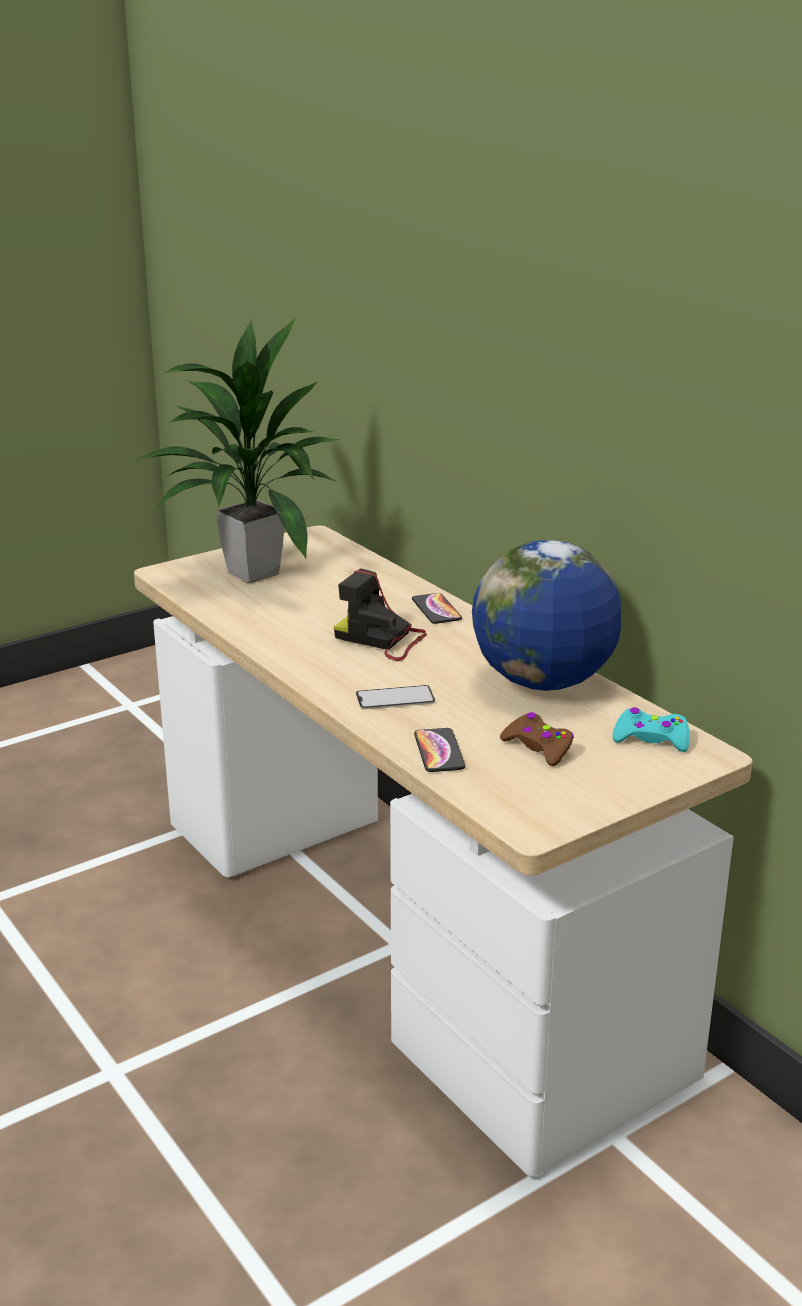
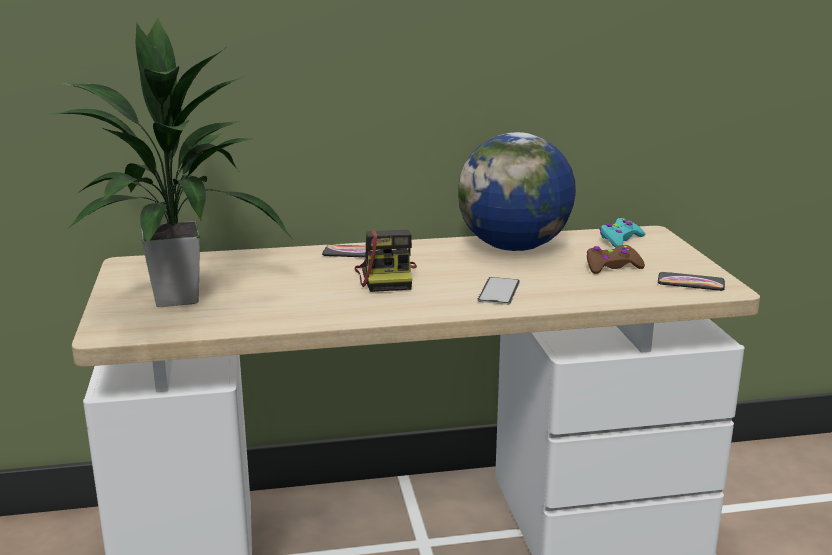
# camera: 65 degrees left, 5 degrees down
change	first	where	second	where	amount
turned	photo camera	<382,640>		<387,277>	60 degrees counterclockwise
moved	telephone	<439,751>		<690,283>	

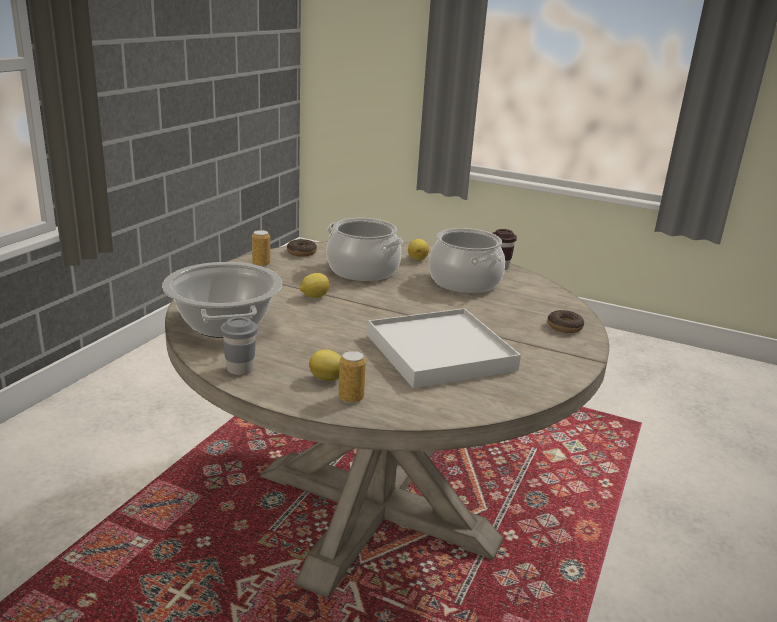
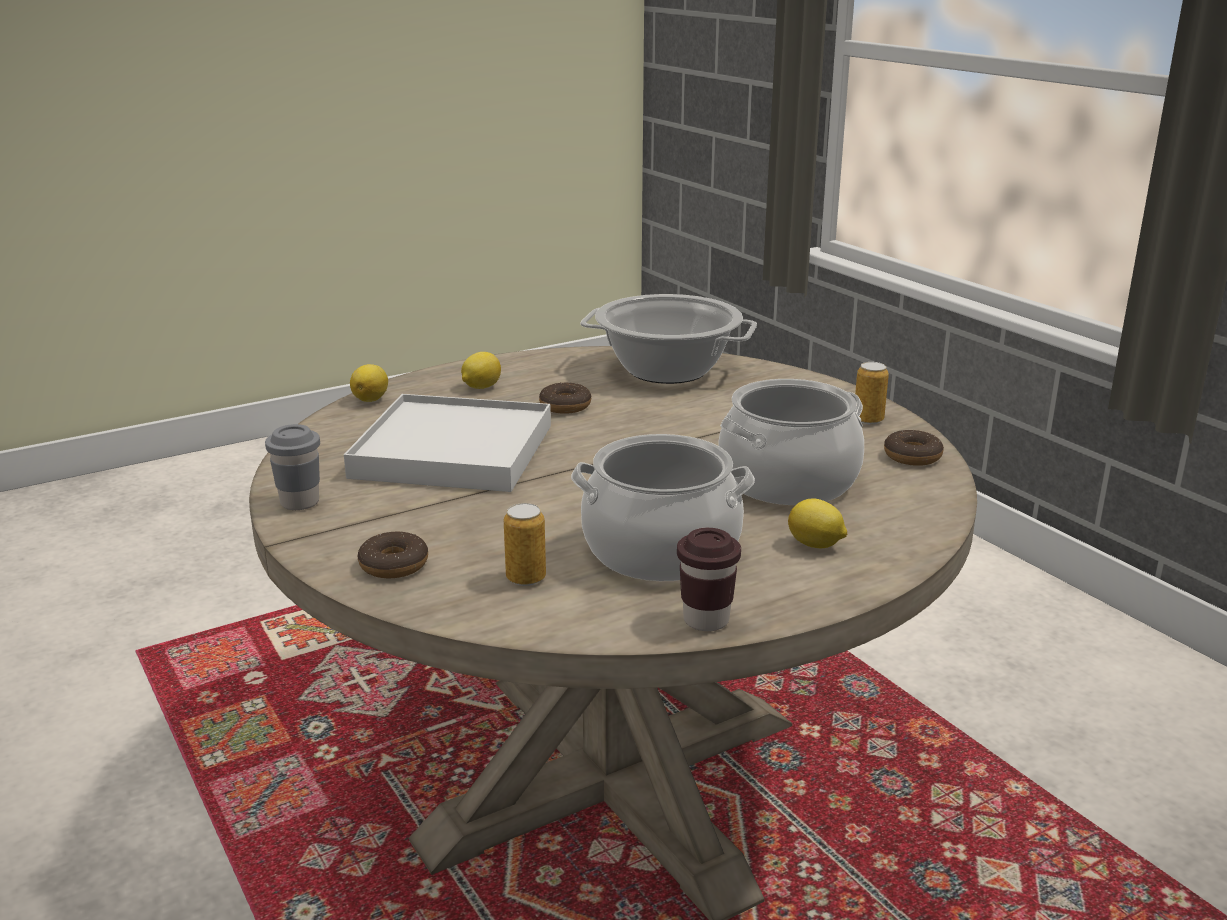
# camera: 125 degrees right, 0 degrees up
change	first	where	second	where	amount
moved	citrus fruit	<314,296>		<371,399>	
moved	grey drinking cup	<240,369>		<300,502>	
moved	can	<351,398>		<526,578>	
added			doughnut	<565,406>	

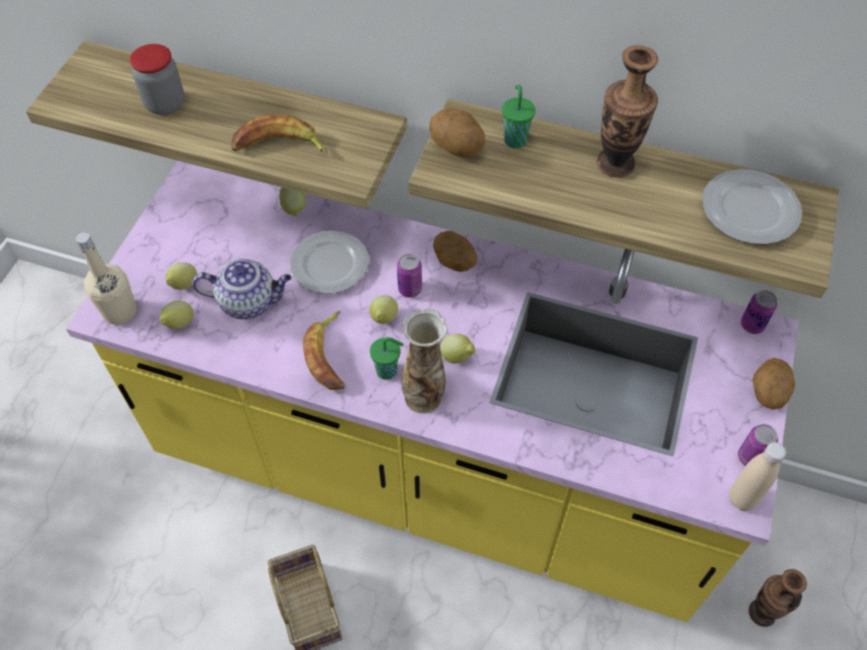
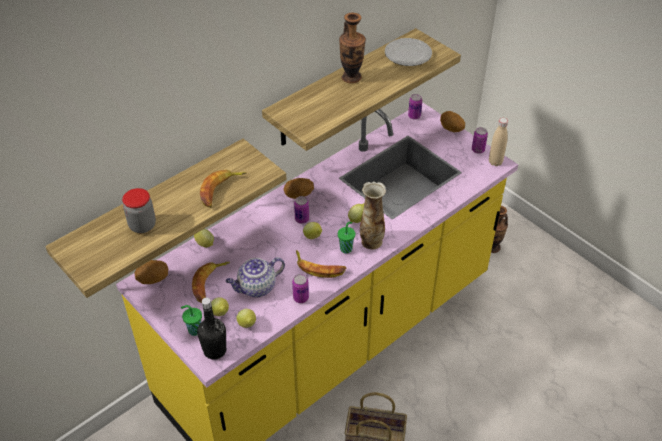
# camera: 60 degrees left, 10 degrees down
change	first	where	second	where	amount
moved	green-coloured drinking cup	<515,139>		<194,330>	
moved	spud	<457,148>		<153,279>	
removed	dinner plate	<329,265>			
recoloured	beige-coloured beverage bottle	<120,312>	black-coloured beverage bottle	<215,350>	
turned	pot for tea	<249,301>		<256,288>	150 degrees counterclockwise
added			whole banana	<210,284>	
added			can	<301,298>	

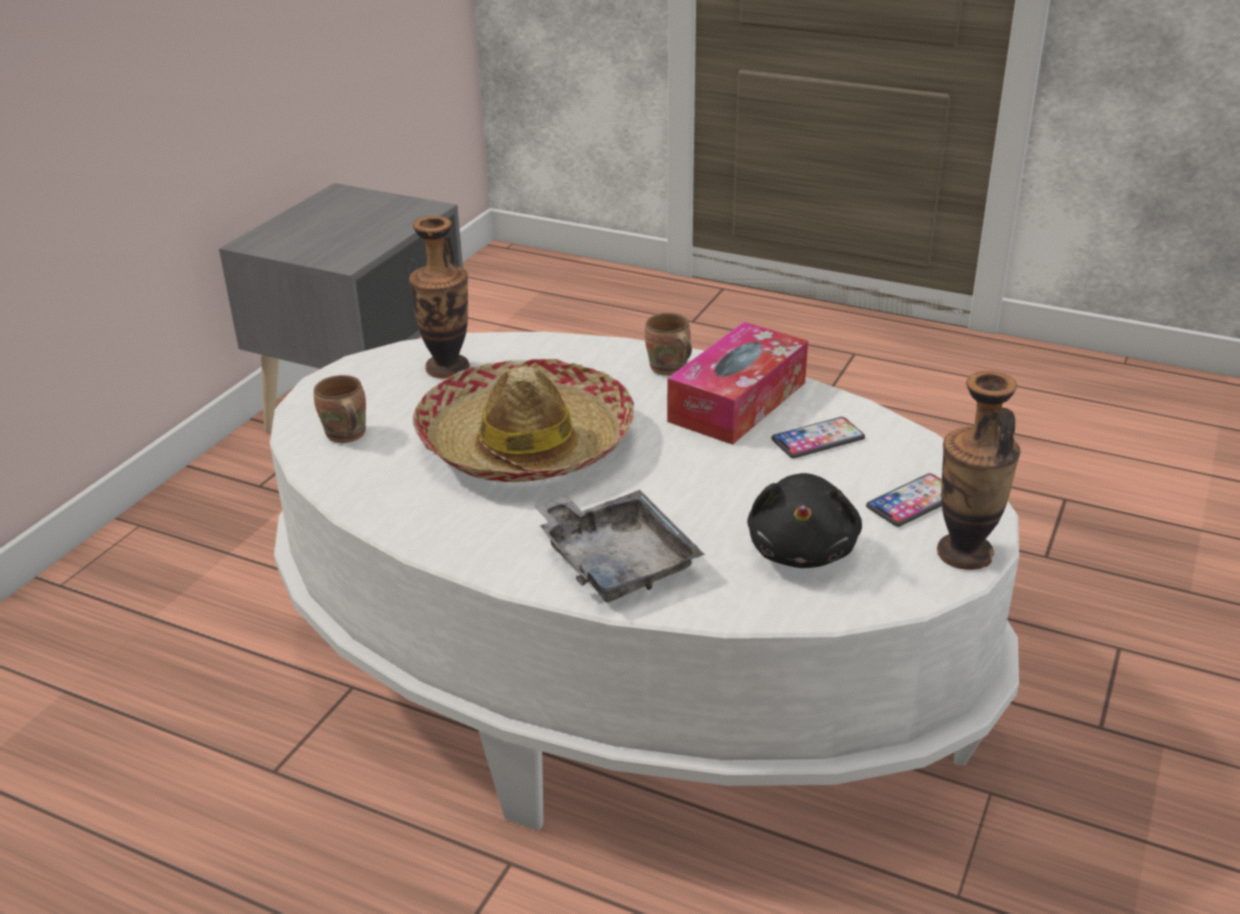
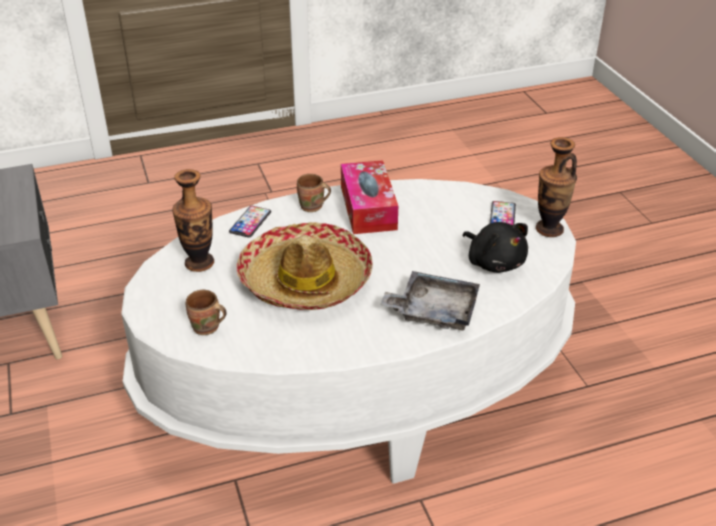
# camera: 45 degrees left, 5 degrees up
change	first	where	second	where	amount
moved	telephone	<817,439>		<250,222>	

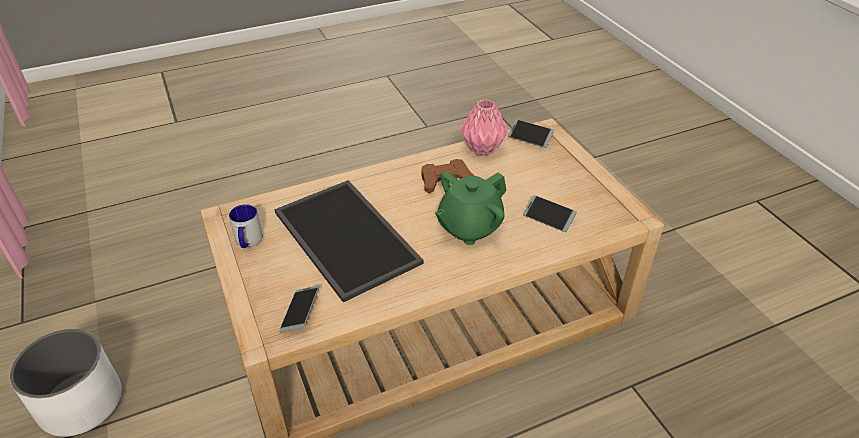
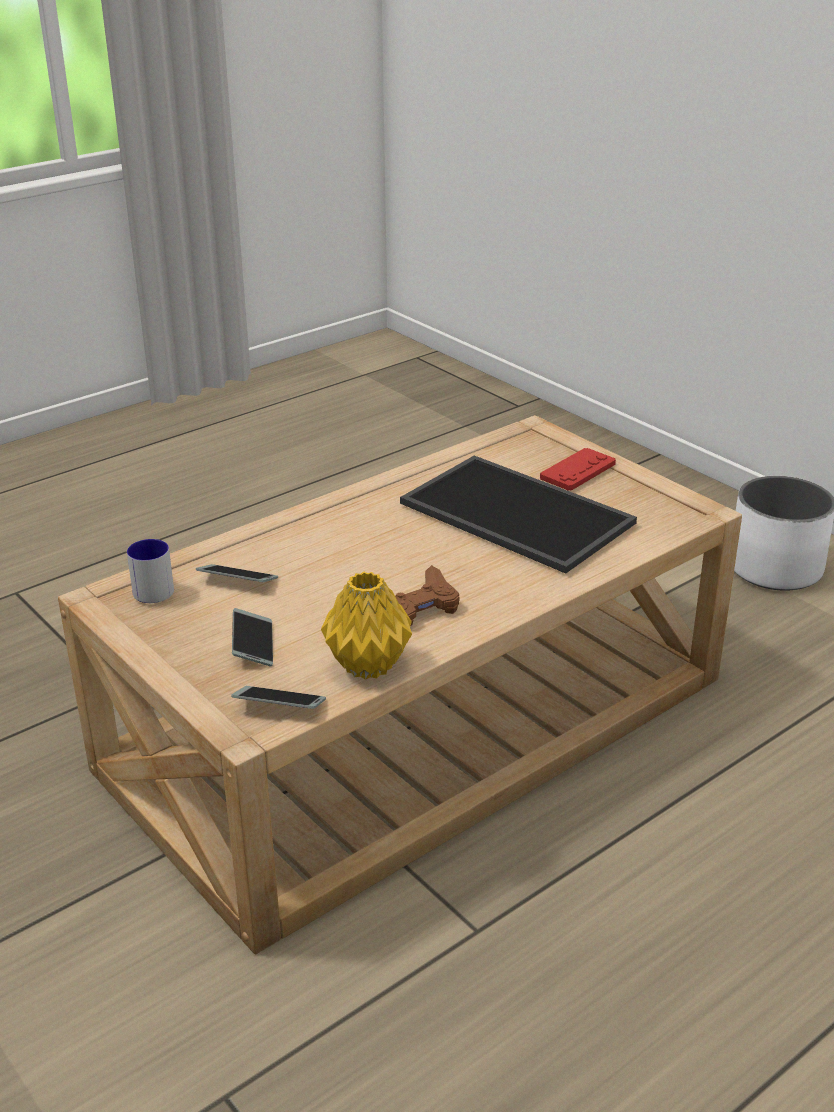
# camera: 165 degrees right, 10 degrees down
change	first	where	second	where	amount
recoloured	pinkish decorative vase	<482,149>	yellow-coloured decorative vase	<370,665>	
removed	green-coloured pot for tea	<469,227>			
moved	coffee mug	<248,241>		<152,587>	
moved	telephone	<300,313>		<253,644>	
added			reddish game controller	<577,471>	

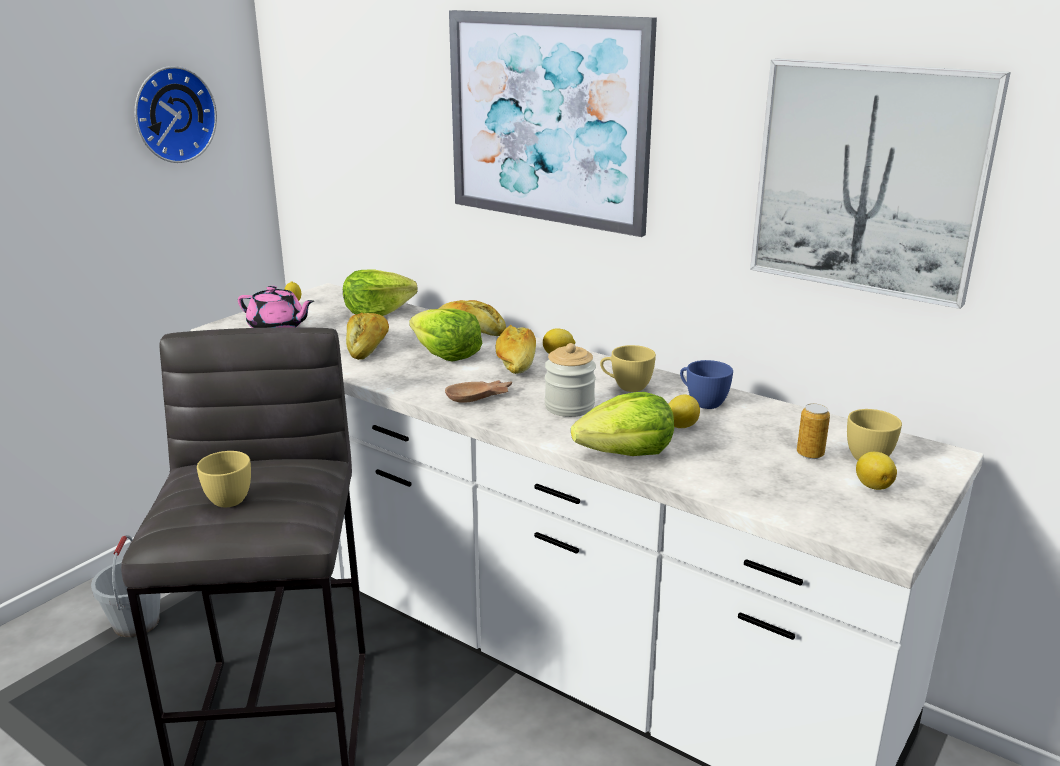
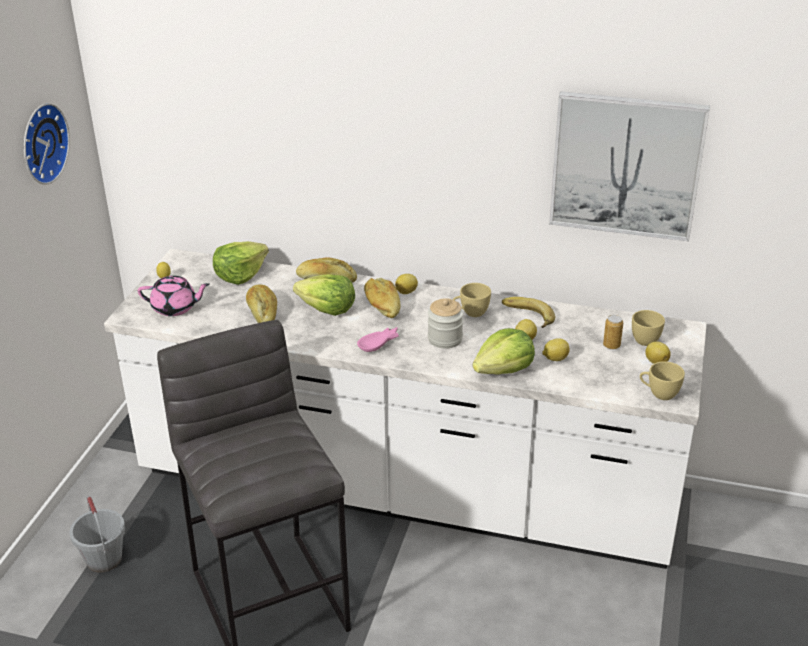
# camera: 20 degrees left, 10 degrees up
change	first	where	second	where	amount
removed	wall picture	<547,120>			
replaced	blue drinking cup	<702,402>	whole banana	<526,316>	
recoloured	brown-coloured deep dish	<480,397>	pinkish deep dish	<380,343>	
moved	yellow-coloured drinking cup	<225,498>		<659,393>	
added			citrus fruit	<555,358>	

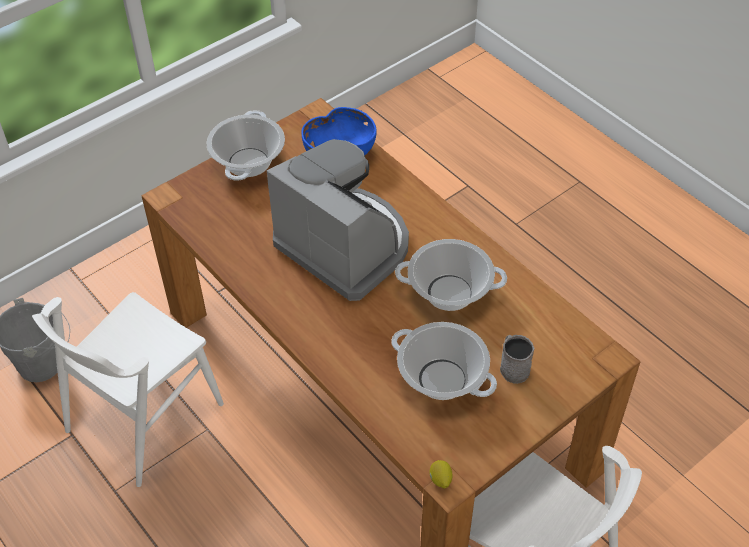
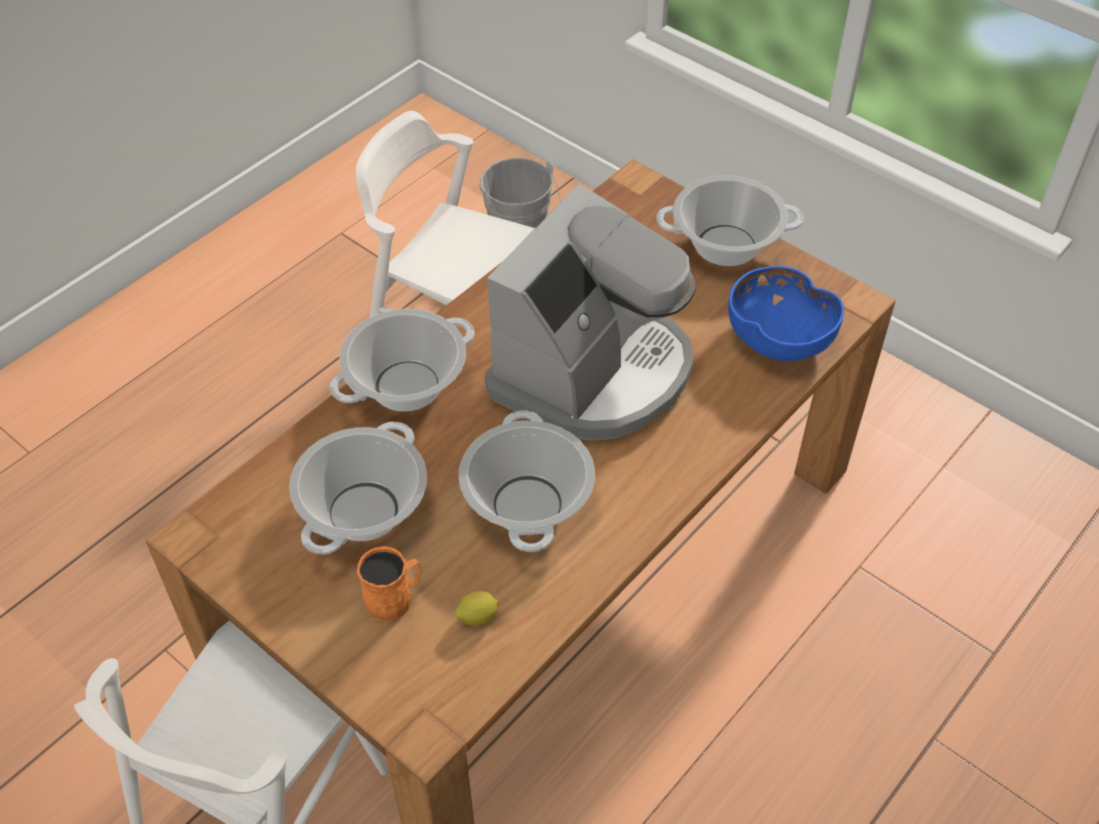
# camera: 80 degrees right, 0 degrees up
change	first	where	second	where	amount
recoloured	grey coffee mug	<512,367>	orange coffee mug	<394,598>	
moved	citrus fruit	<440,480>		<477,617>	
added			saucepot	<407,386>	

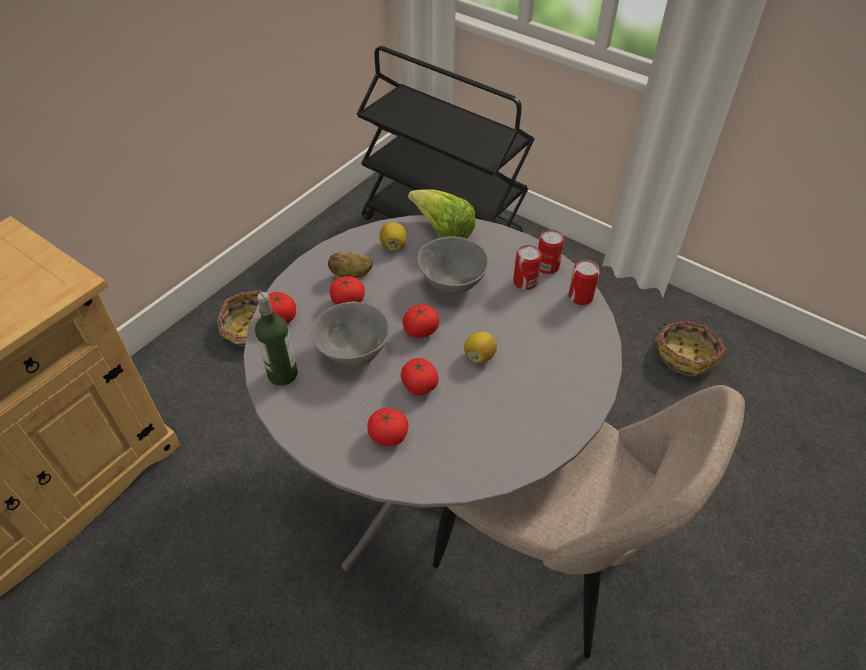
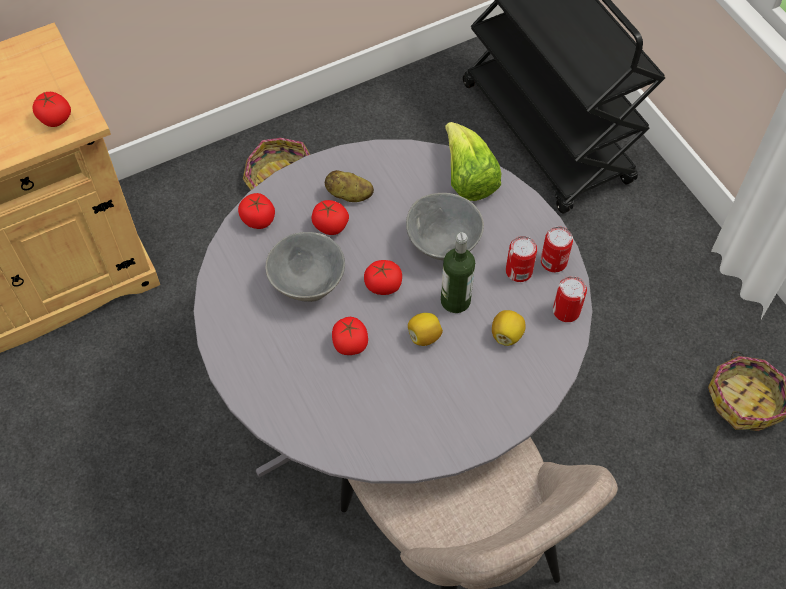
# camera: 25 degrees right, 10 degrees up
change	first	where	second	where	amount
moved	citrus fruit	<393,246>		<507,334>	
moved	beverage bottle	<283,374>		<455,300>	
moved	tomato	<388,436>		<55,119>	

